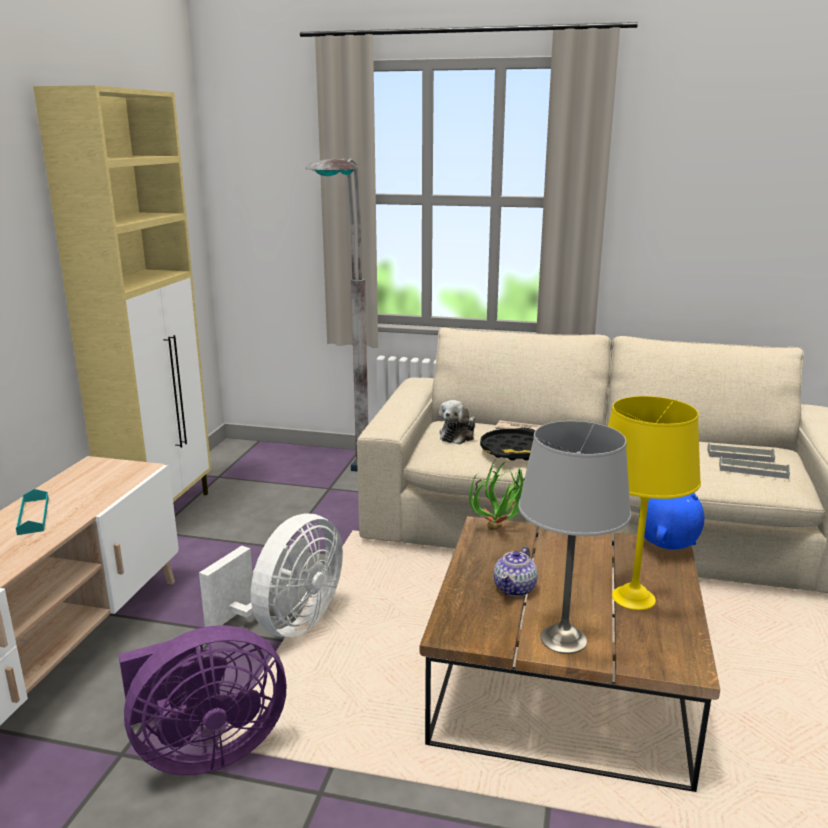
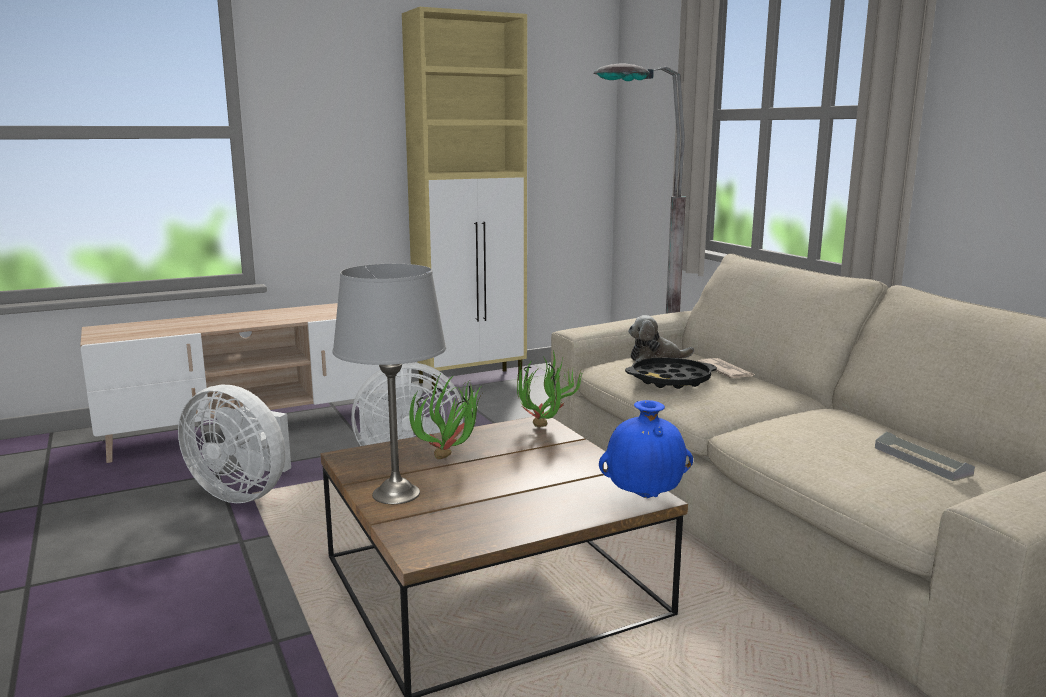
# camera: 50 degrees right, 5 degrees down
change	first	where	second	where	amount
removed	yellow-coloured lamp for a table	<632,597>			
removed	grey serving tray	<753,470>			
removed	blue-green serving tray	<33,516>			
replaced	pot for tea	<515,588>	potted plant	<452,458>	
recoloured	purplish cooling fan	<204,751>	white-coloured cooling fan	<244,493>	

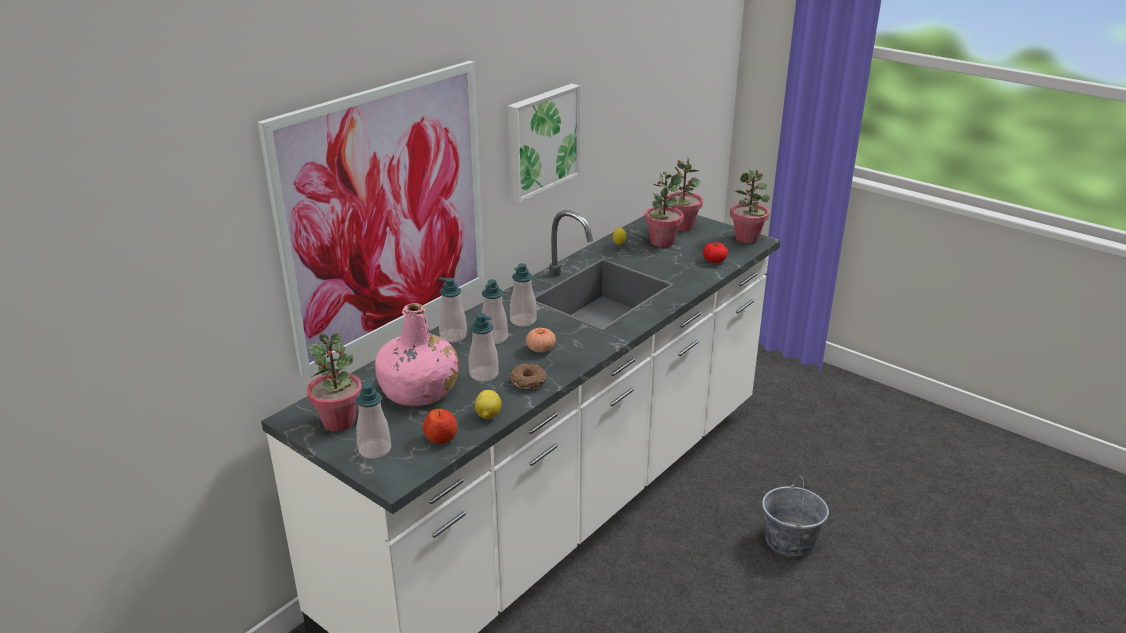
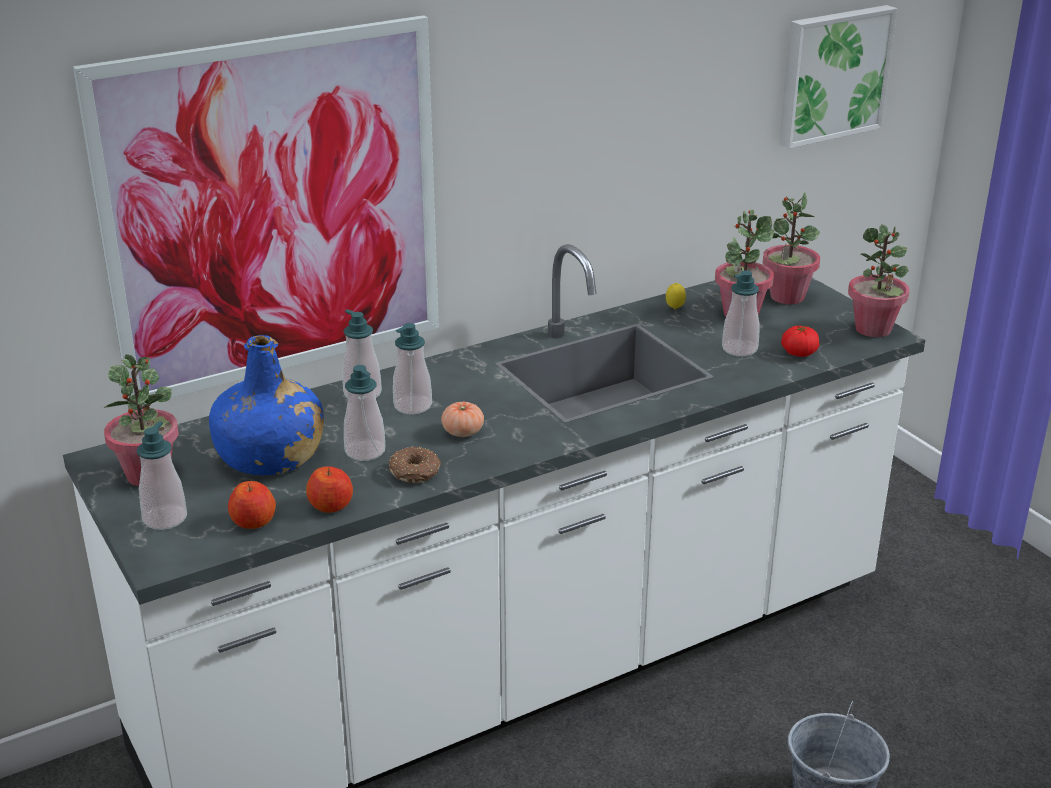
# camera: 20 degrees right, 0 degrees up
change	first	where	second	where	amount
moved	wall picture	<541,141>		<832,74>	
moved	soap dispenser	<523,320>		<739,349>	
recoloured	pinkish beverage bottle	<419,391>	blue beverage bottle	<270,456>	
replaced	citrus fruit	<488,415>	apple	<331,505>	

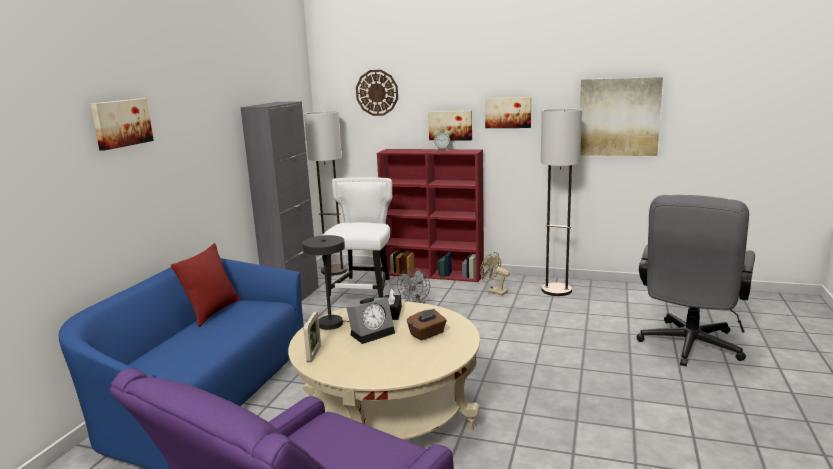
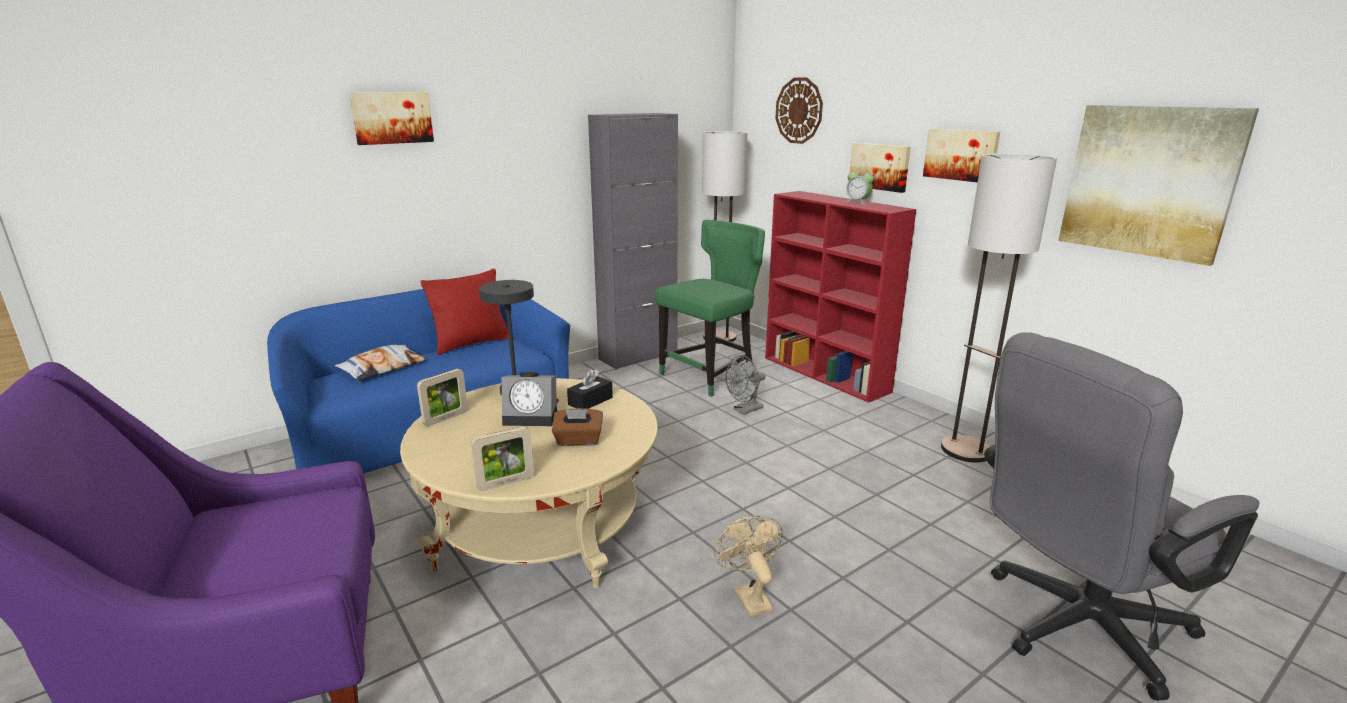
# camera: 35 degrees right, 5 degrees up
change	first	where	second	where	amount
recoloured	white-coloured plain chair	<363,295>	green-coloured plain chair	<710,375>	
moved	beige-coloured cooling fan	<494,292>		<749,596>	
added			cushion	<382,368>	
added			photo frame	<506,483>	

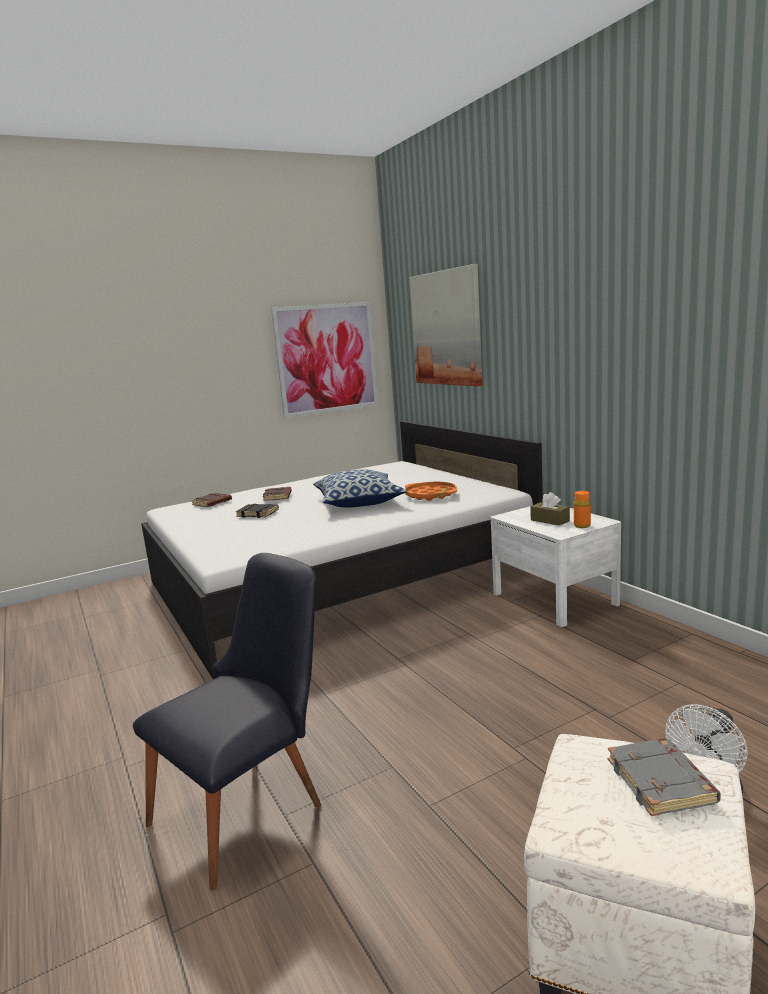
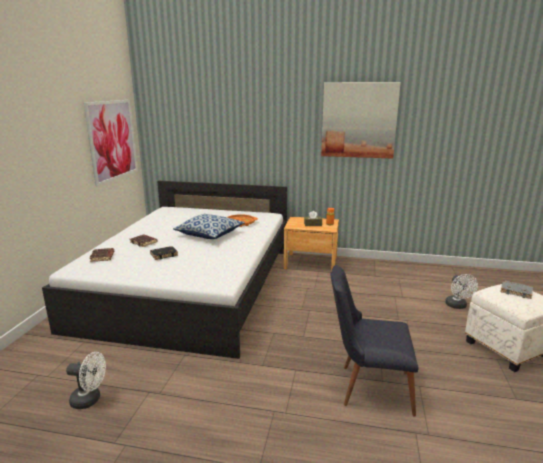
# camera: 50 degrees left, 5 degrees up
change	first	where	second	where	amount
moved	wall picture	<447,328>		<359,120>	
recoloured	white-coloured bedside table	<554,599>	brown-coloured bedside table	<310,263>	
turned	black-coloured plain chair	<251,807>		<367,387>	75 degrees counterclockwise
added			white-coloured cooling fan	<90,400>	

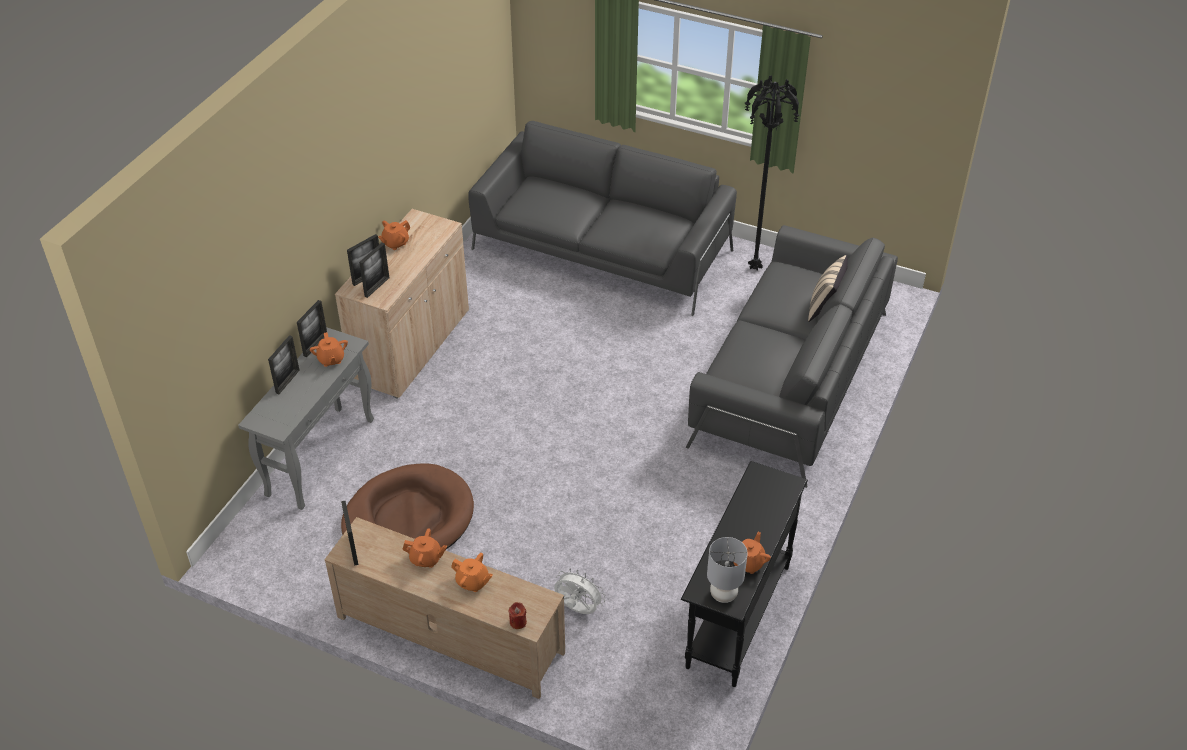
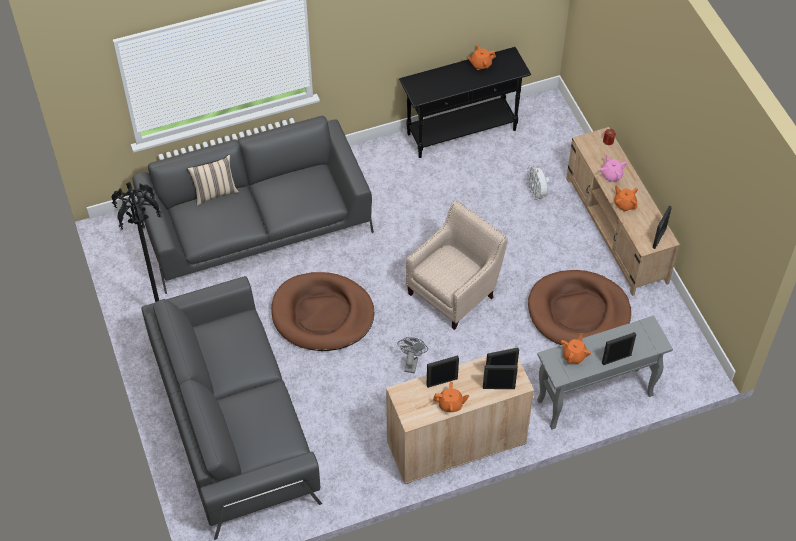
# camera: 135 degrees left, 10 degrees up
change	first	where	second	where	amount
moved	photo frame	<315,345>		<442,382>	
removed	grey lamp for a table	<723,594>			
recoloured	orange pot for tea	<472,582>	pinkish pot for tea	<611,175>	
added			beige-coloured armchair	<455,292>	
added			brown-coloured dog cushion	<322,314>	
added			grey cooling fan	<411,362>	

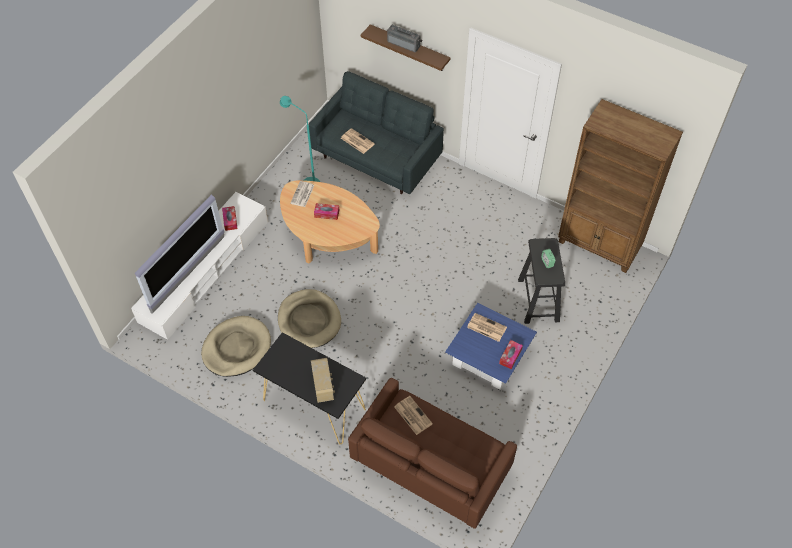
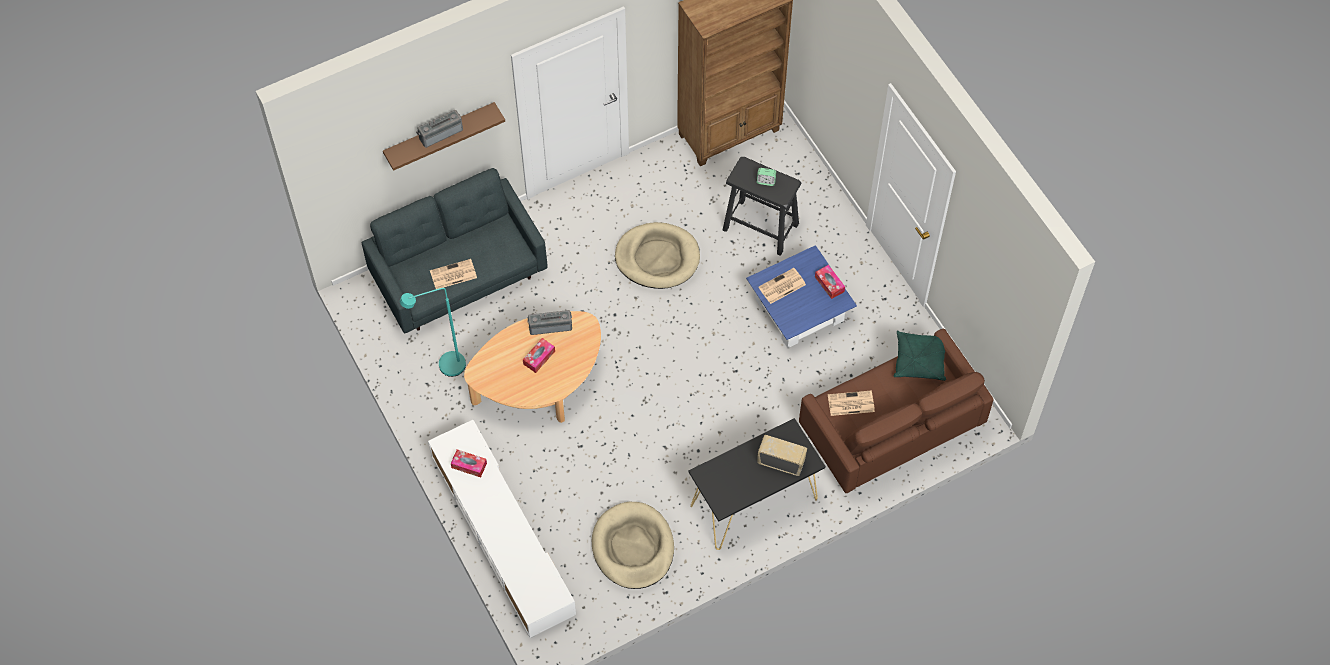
# camera: 60 degrees left, 5 degrees up
change	first	where	second	where	amount
removed	newspaper	<302,194>			
removed	TV	<189,275>			
moved	beige-coloured dog cushion	<309,320>		<657,258>	
added			radio	<550,325>	
added			green-coloured cushion	<919,360>	

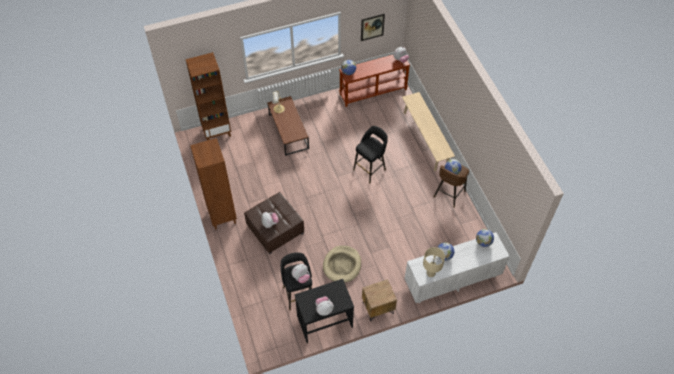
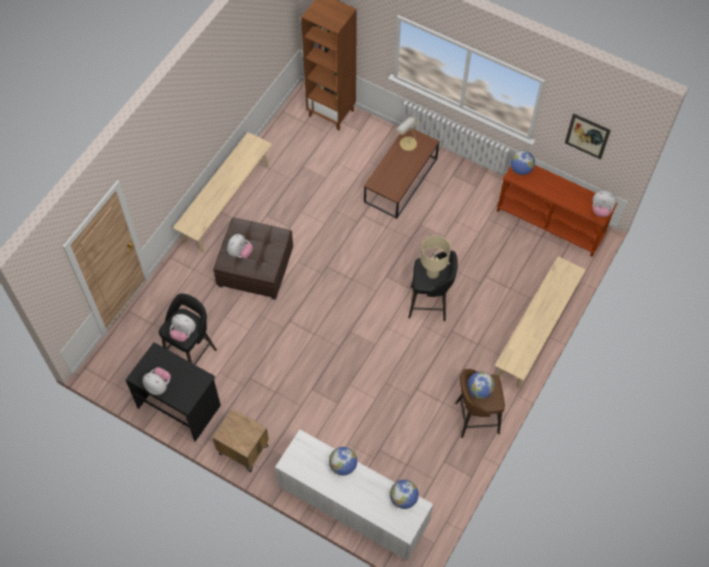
# camera: 50 degrees right, 5 degrees up
change	first	where	second	where	amount
replaced	brown-coloured bookcase	<222,215>	beige-coloured long seat	<226,203>	
removed	beige-coloured dog cushion	<342,265>			
moved	beige-coloured lamp for a table	<431,273>		<433,273>	

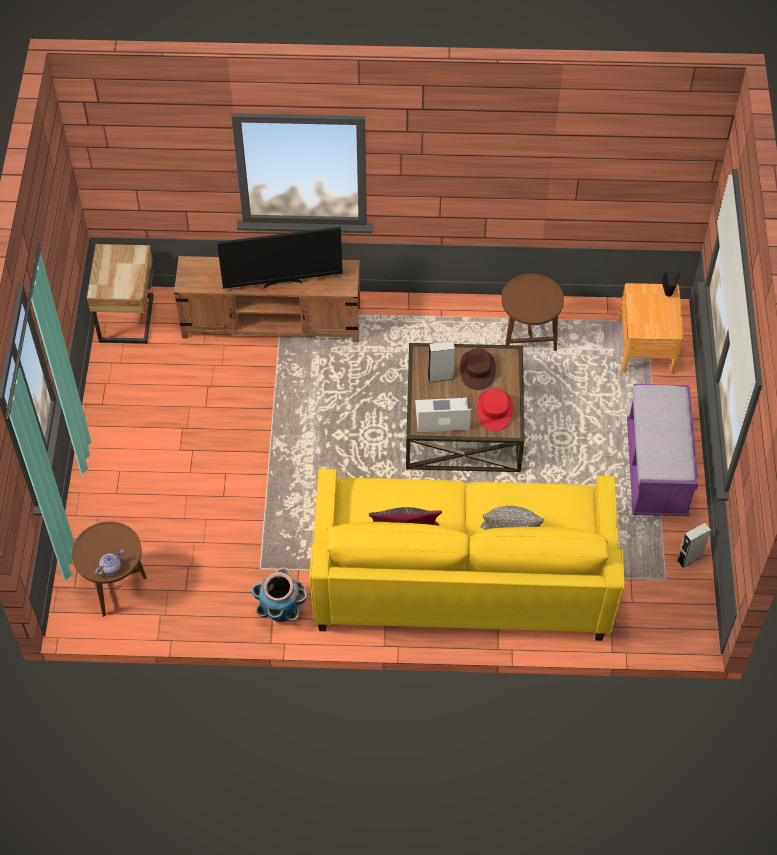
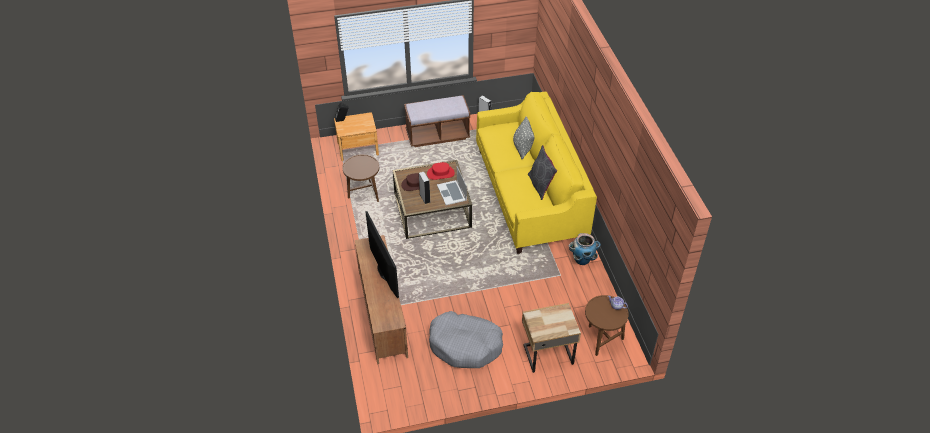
# camera: 105 degrees left, 10 degrees down
change	first	where	second	where	amount
moved	beige-coloured bedside table	<129,319>		<547,354>	
recoloured	purplish long seat	<656,470>	brown-coloured long seat	<437,136>	
added			grey dog cushion	<465,345>	

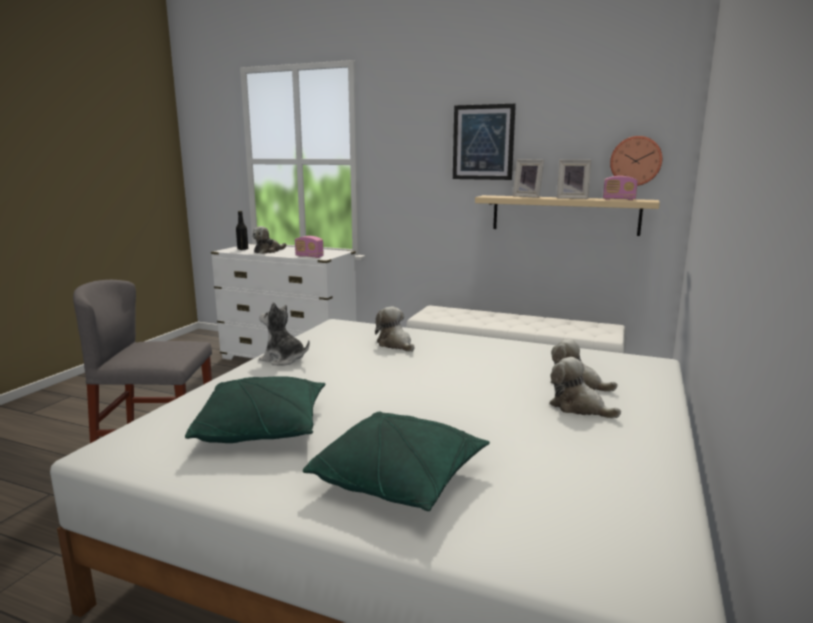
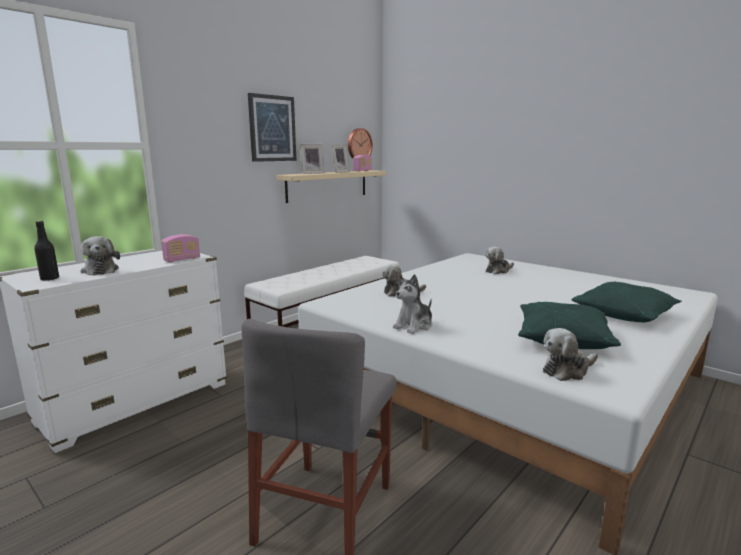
# camera: 70 degrees left, 0 degrees up
change	first	where	second	where	amount
moved	soft toy	<578,407>		<567,370>	

